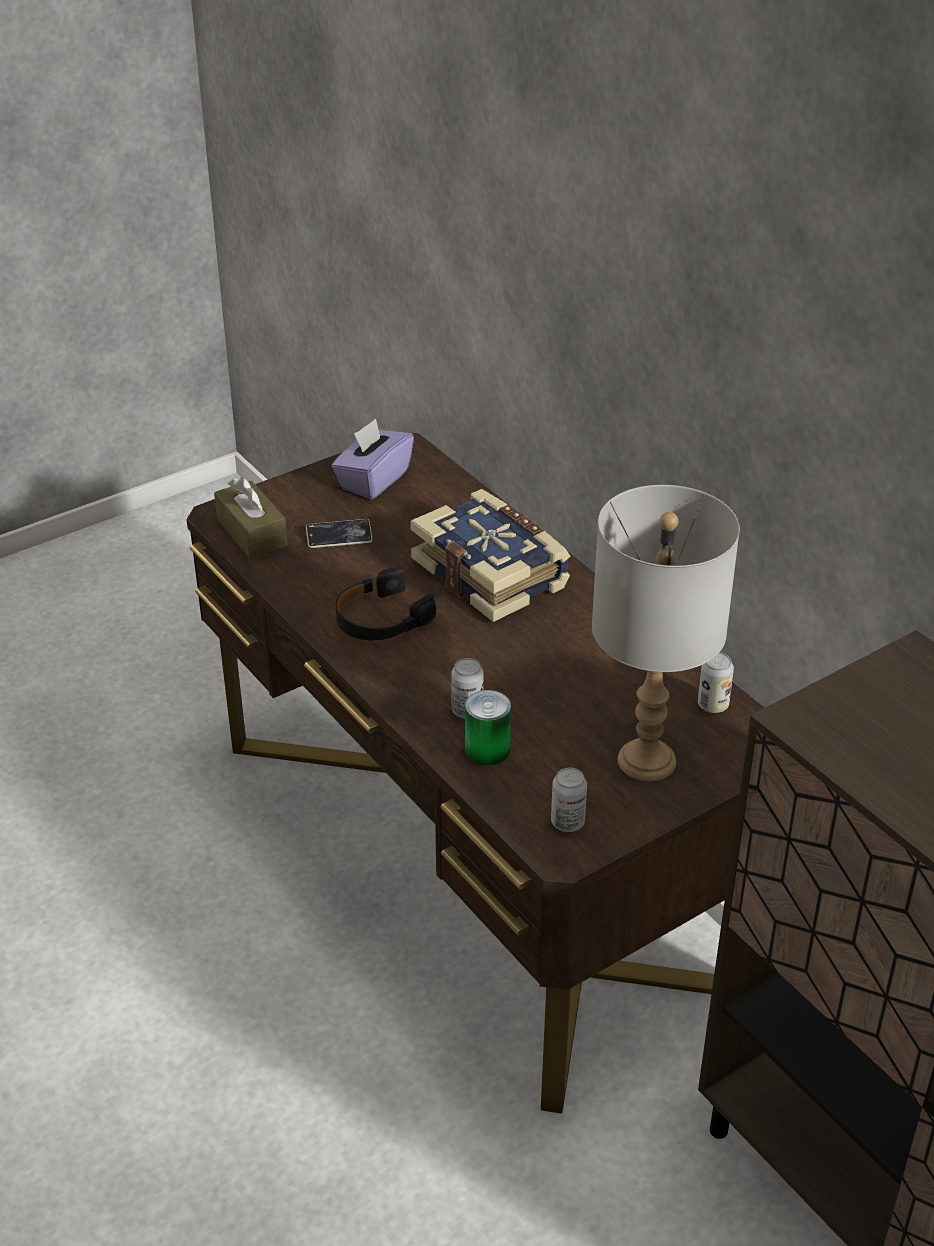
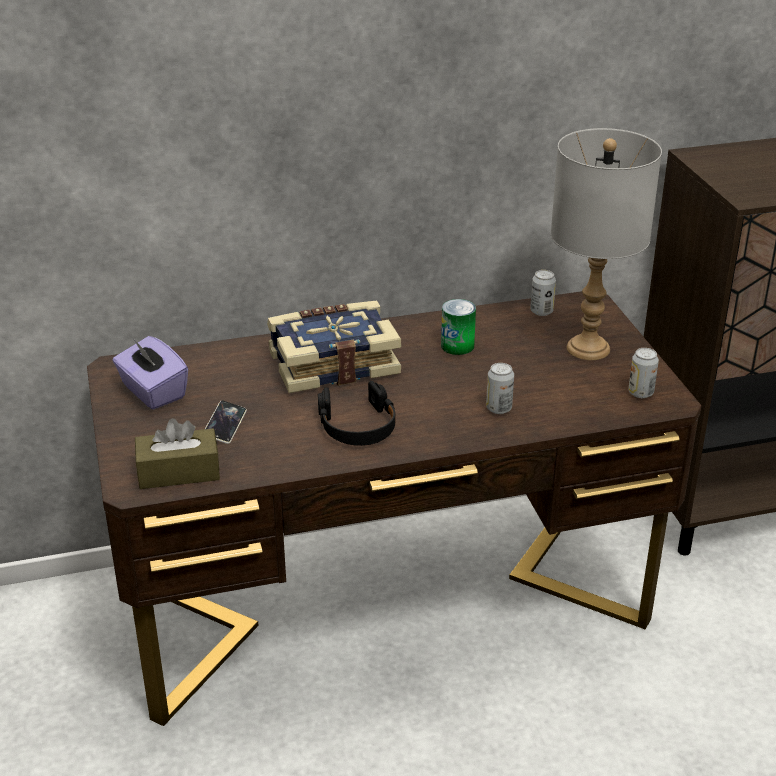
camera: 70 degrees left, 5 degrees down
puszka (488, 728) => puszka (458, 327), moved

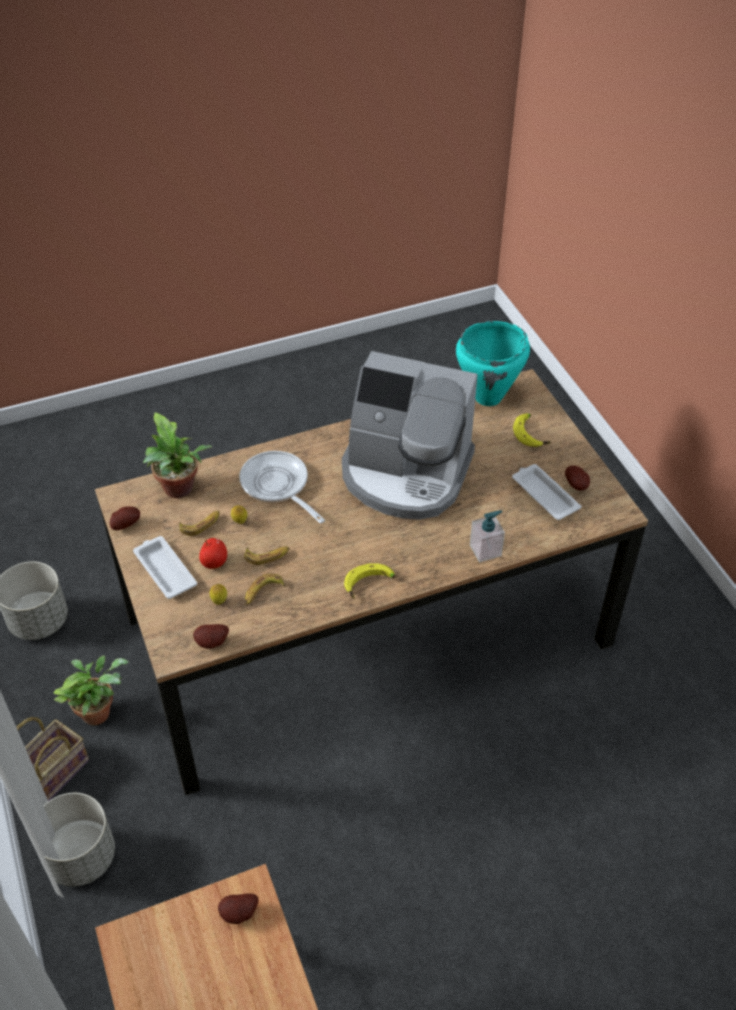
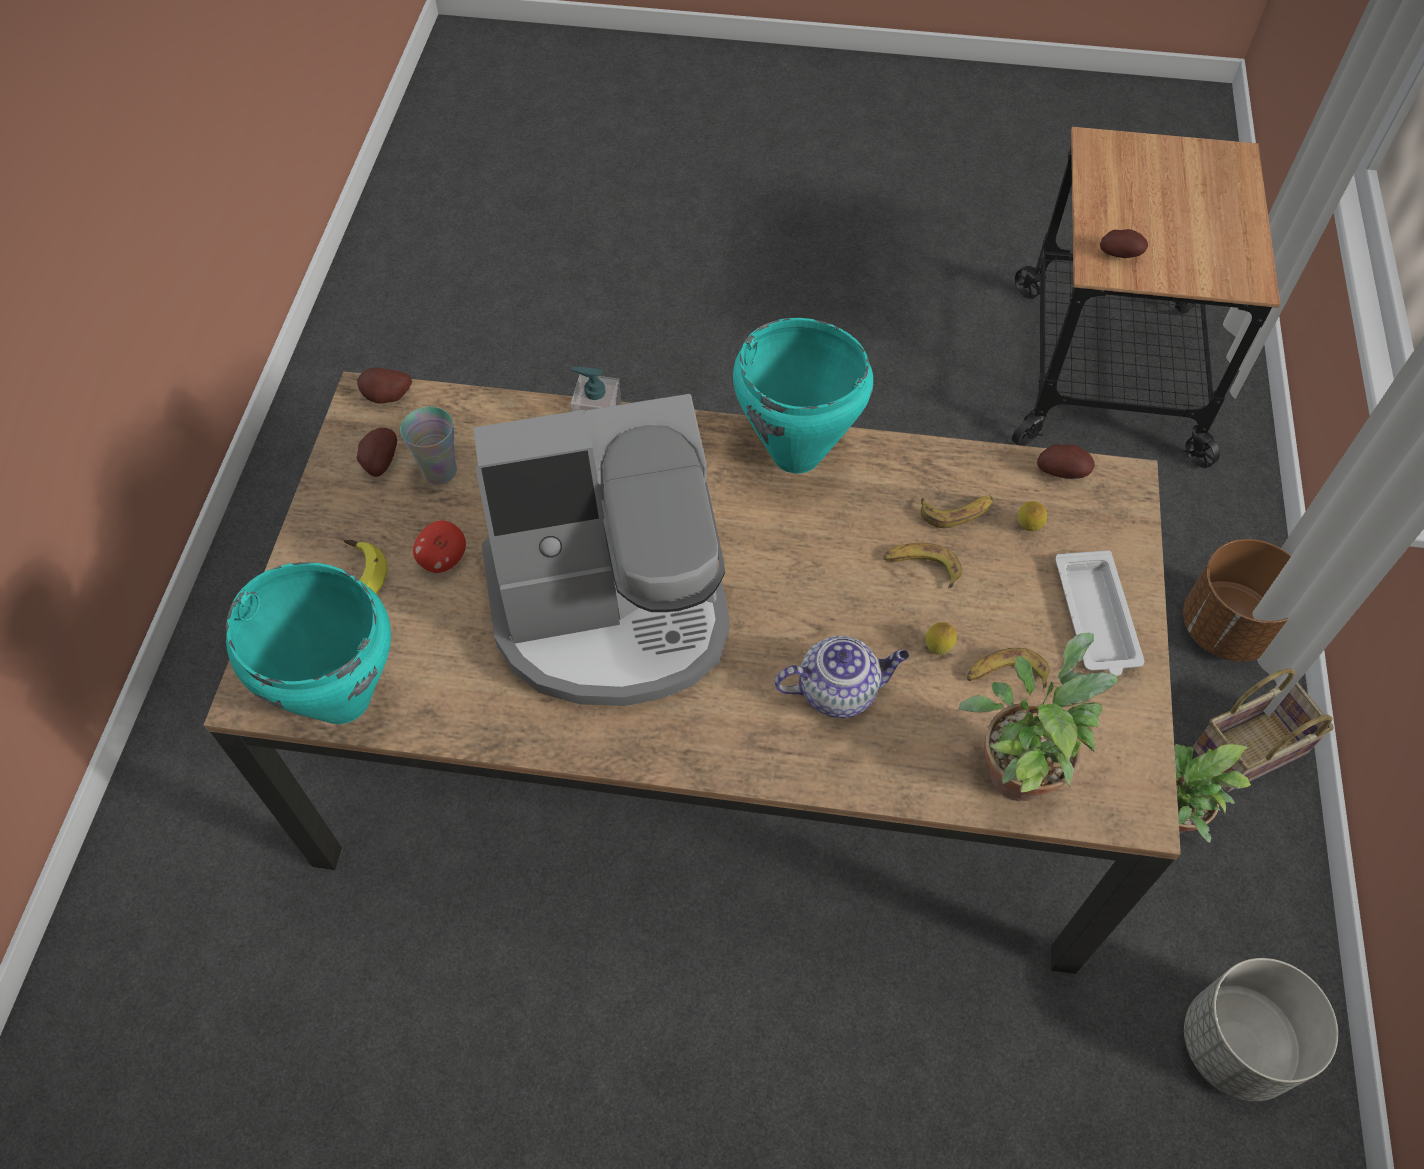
camera: 150 degrees left, 10 degrees up
ekspres do kawy (410, 435) => ekspres do kawy (601, 550), 120 degrees clockwise
patelnia (282, 487) => imbryk (841, 677)
taca/biały (546, 492) => filiżanka (428, 446)
ziemniak (125, 518) => ziemniak (384, 385), moved
jabłko (213, 553) => jabłko (439, 546), moved
banan (369, 581) => garnek/turkusowy (803, 396)
donica/szary (79, 840) => donica/brązowy (1237, 600)

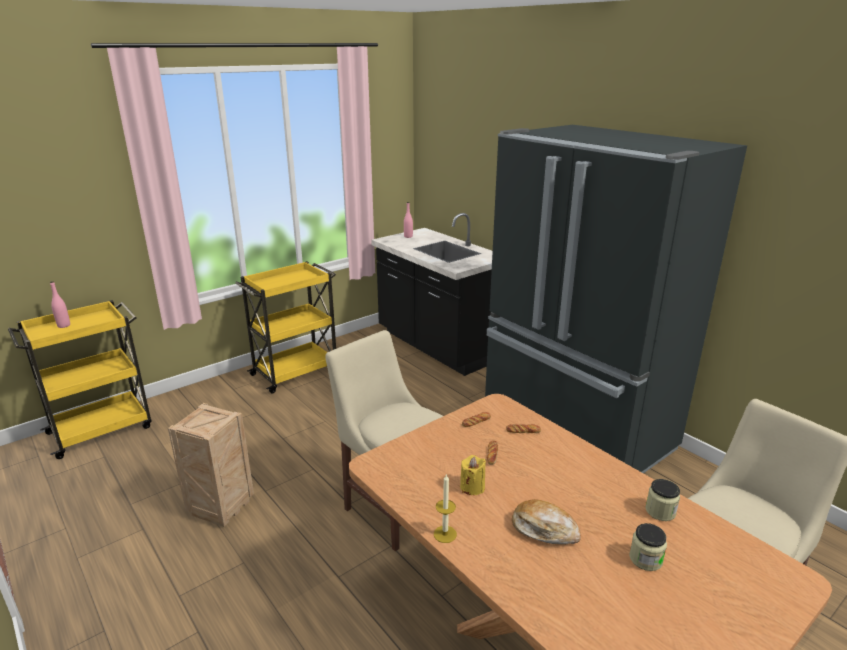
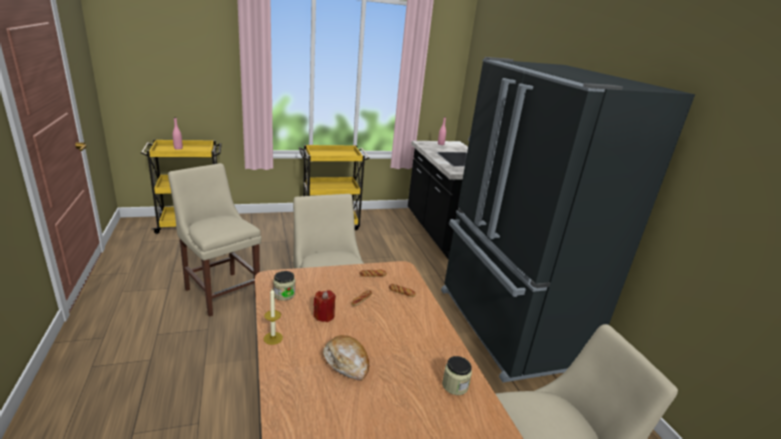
camera: 20 degrees right, 0 degrees up
skrzynka (211, 465) => krzesło/beżowy (215, 240)
świeca/żółty (473, 475) => świeca/czerwony (324, 306)
słoik (648, 547) => słoik (284, 286), moved

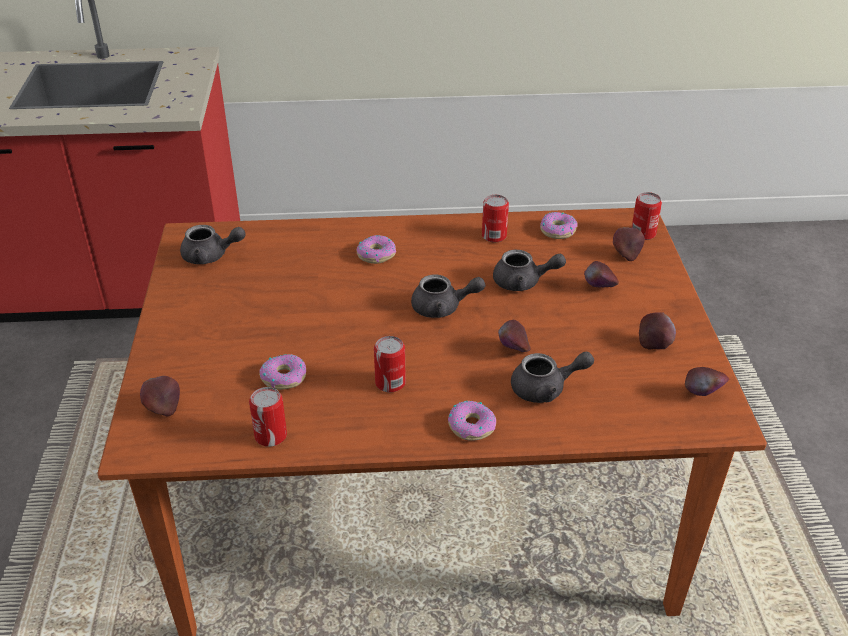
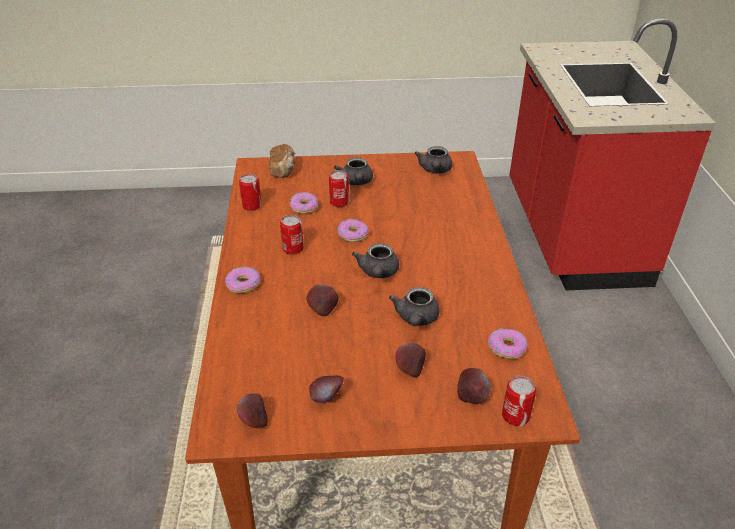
camera: 90 degrees right, 0 degrees up
puszka (495, 218) => puszka (339, 188), moved
donut (376, 249) => donut (353, 230), moved
imbryk/szary (552, 377) => imbryk/szary (353, 171), moved
jabłko (160, 396) => chleb (282, 161)

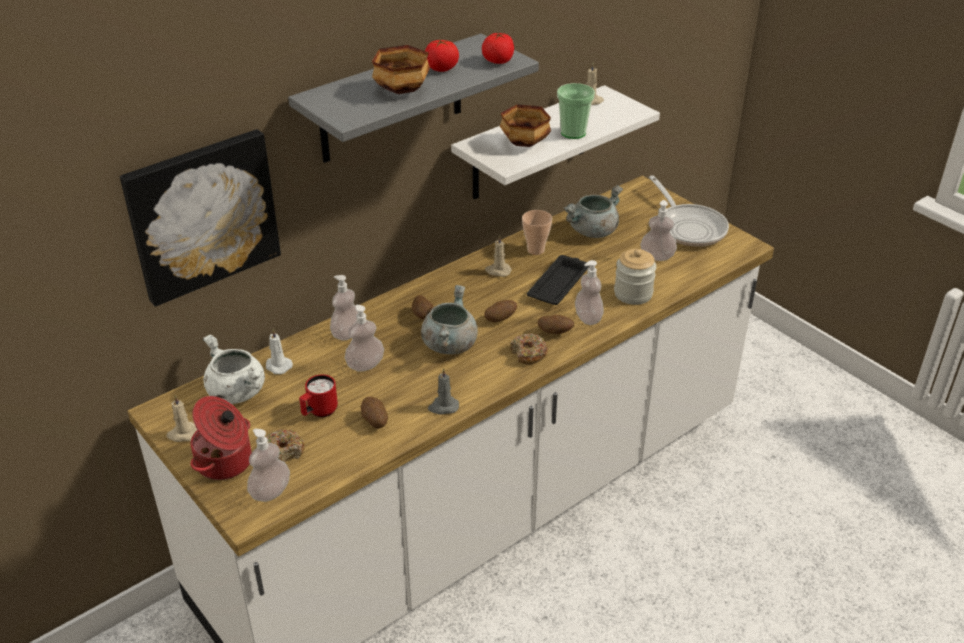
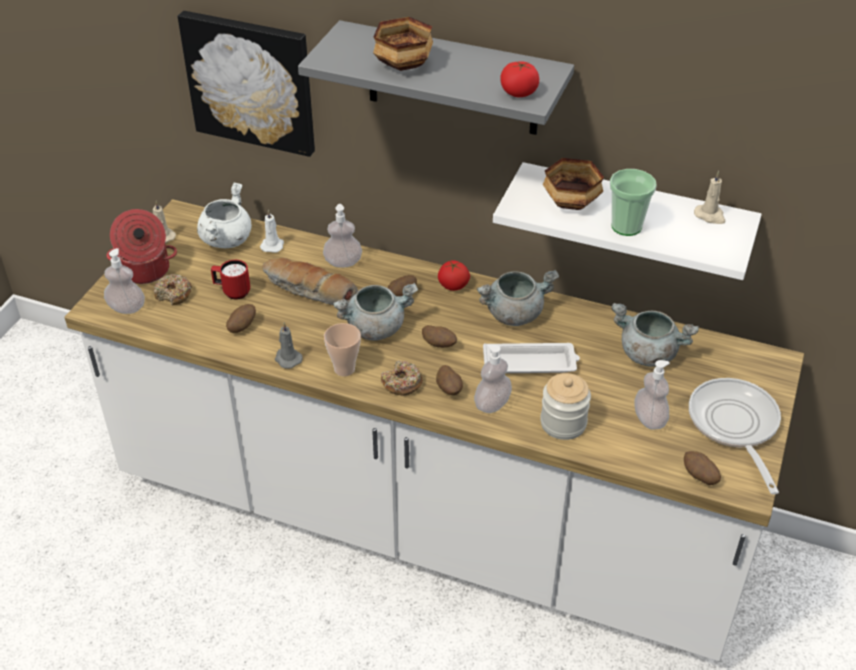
camera: 60 degrees right, 5 degrees up
pomidor (442, 55) => pomidor (454, 275), moved
patelnia (689, 211) => patelnia (735, 436), 135 degrees clockwise
filiżanka (537, 232) => filiżanka (342, 349), moved
świeca/beżowy (498, 256) => garnek/szary (518, 298)
taca/czarny (558, 280) => taca/biały (531, 358)
dozownik mydła (364, 338) => chleb (310, 282)
nothing => ziemniak (702, 468)

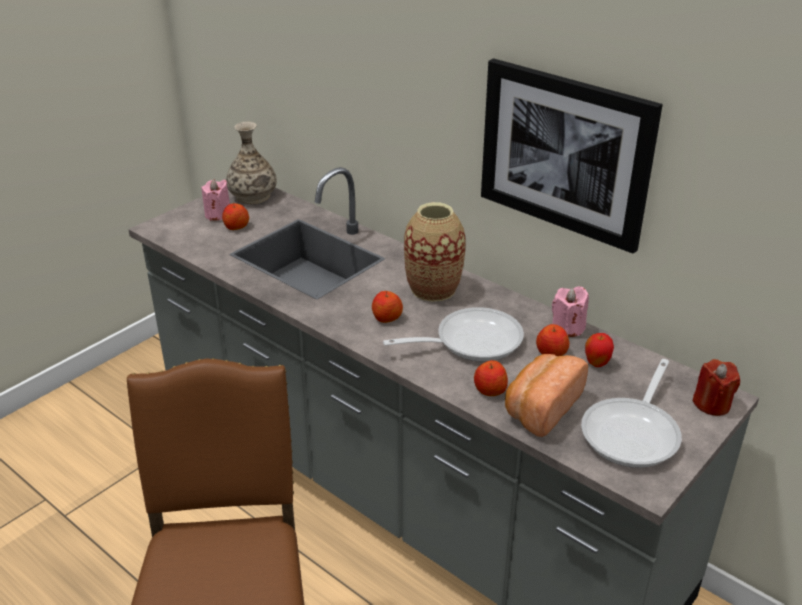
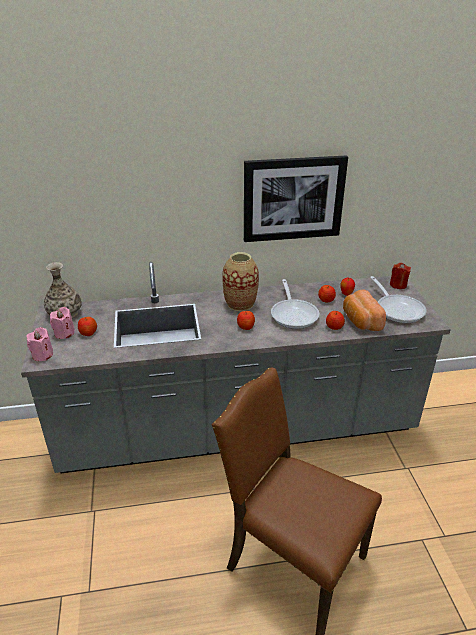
camera: 50 degrees left, 0 degrees up
świeca/różowy (570, 311) => świeca/różowy (39, 344), moved
patelnia (453, 334) => patelnia (295, 304), 150 degrees clockwise

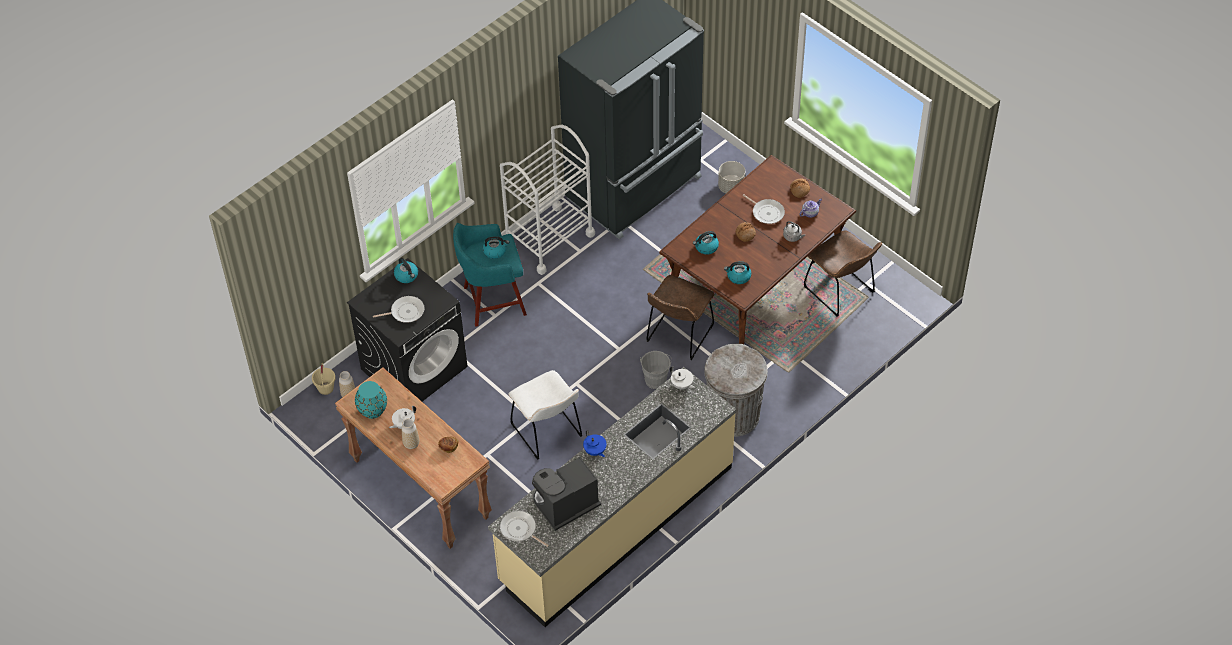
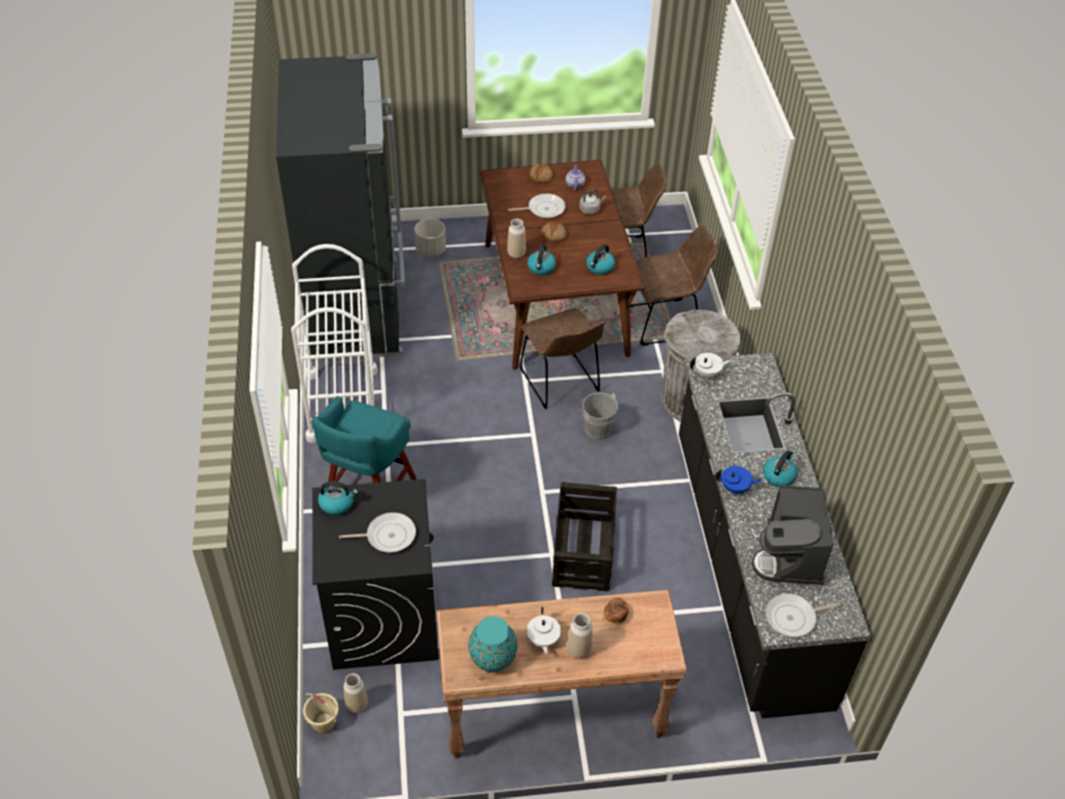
camera: 55 degrees left, 5 degrees down
czajnik (496, 247) => czajnik (780, 468), moved
patelnia (399, 309) => patelnia (377, 532), 60 degrees clockwise
zabudowa kuchenna/beżowy (612, 497) => zabudowa kuchenna/czarny (775, 536)
krzesło/biały (545, 415) => skrzynka (584, 537)
nothing => wazon (516, 239)
nothing => krzesło/brązowy (674, 285)

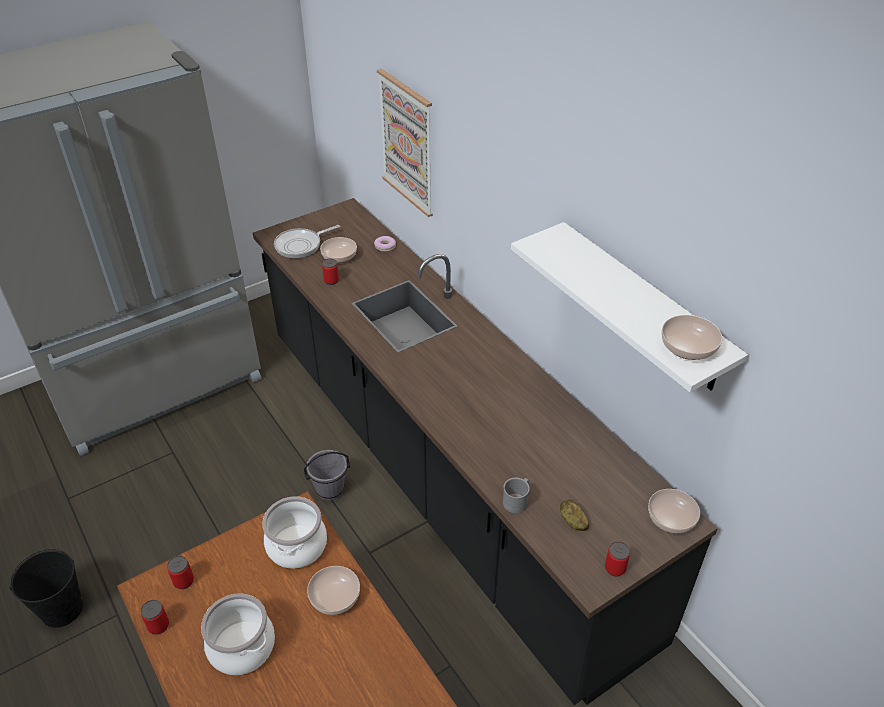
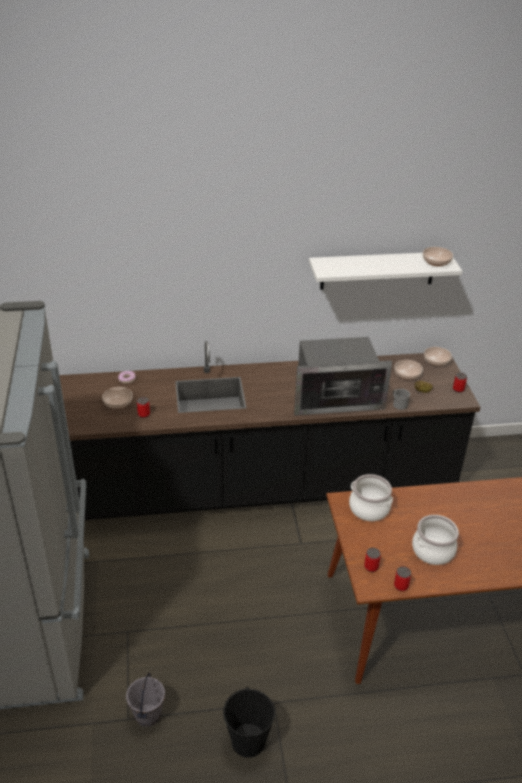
camera: 65 degrees left, 5 degrees down
obraz (405, 143) => nothing
patelnia (307, 241) => nothing
wiadro/szary (327, 475) => wiadro/szary (145, 700), moved
miska (333, 590) => miska (408, 370), moved
nothing => mikrofalówka (343, 376)

